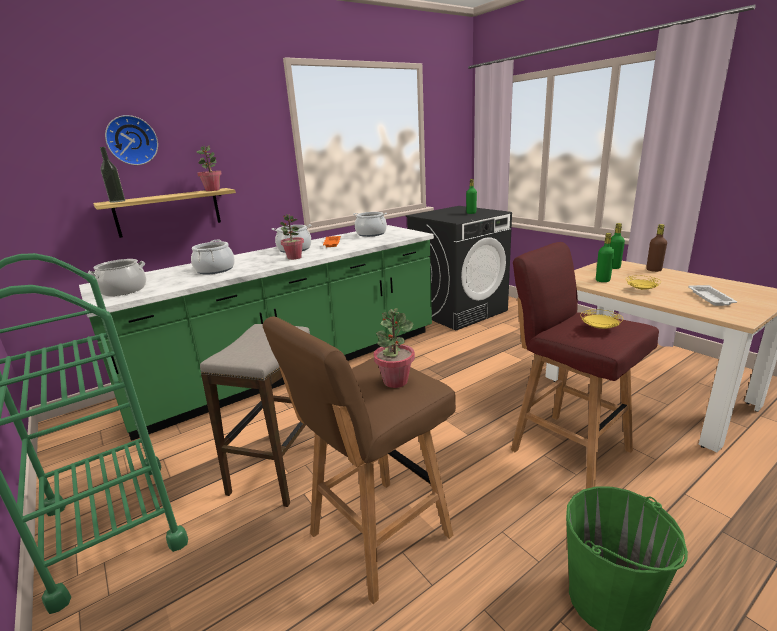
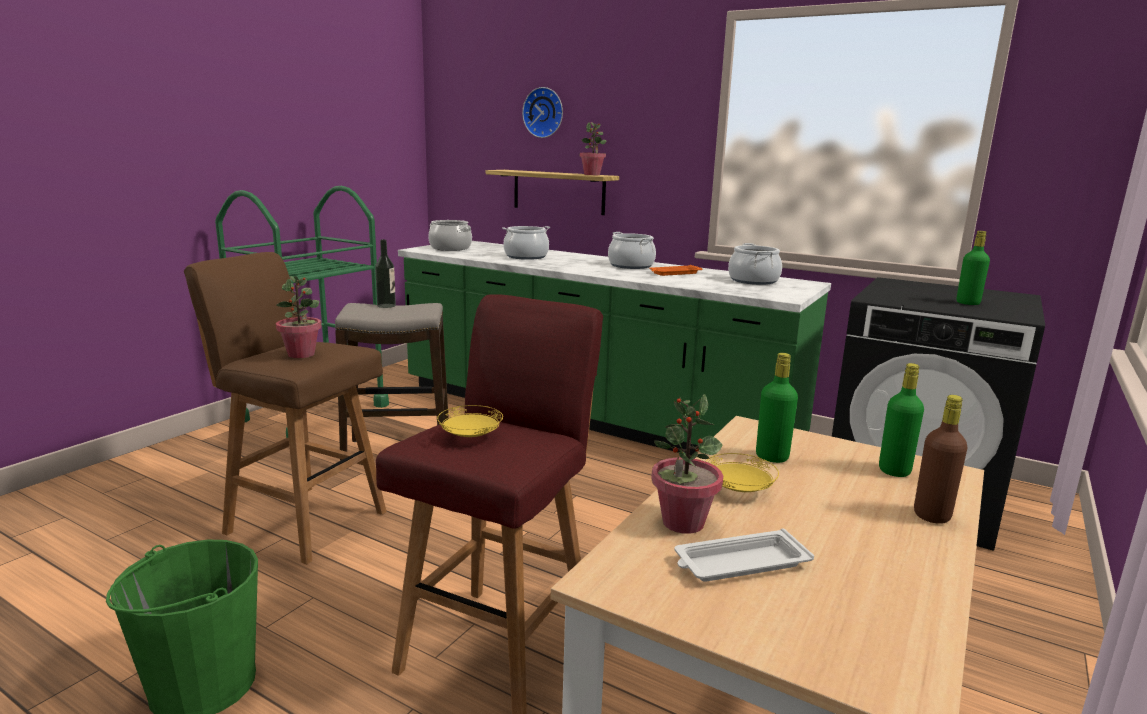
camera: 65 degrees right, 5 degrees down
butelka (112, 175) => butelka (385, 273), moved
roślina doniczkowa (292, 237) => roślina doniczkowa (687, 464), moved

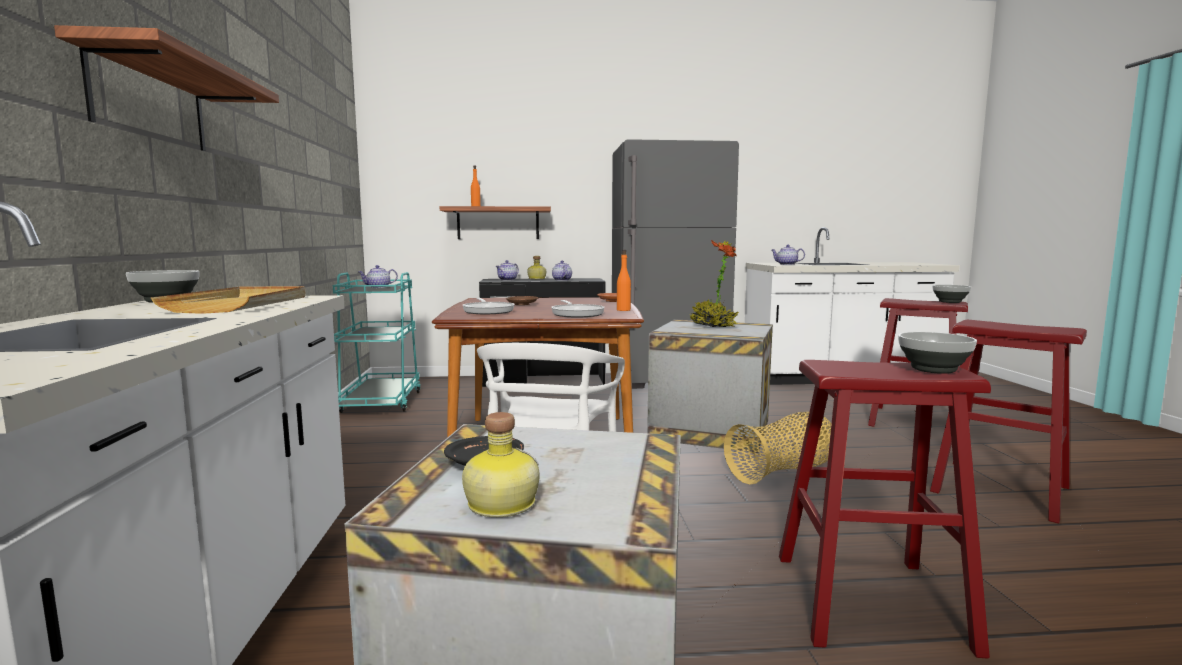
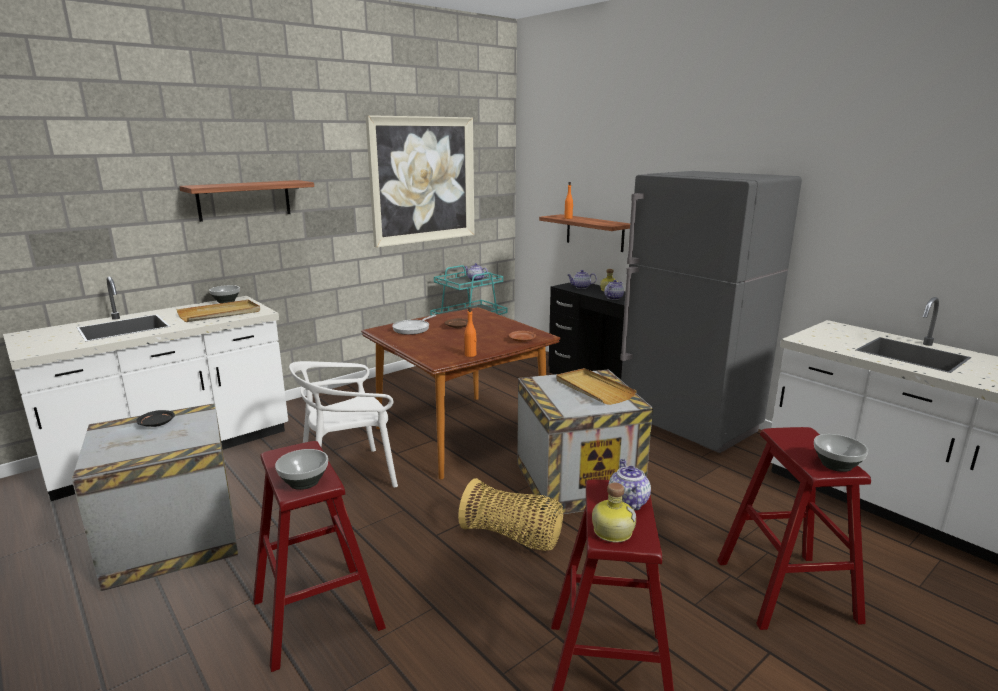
camera: 55 degrees right, 10 degrees up
roślina doniczkowa (714, 283) => taca/beżowy (596, 386)
imbryk (788, 255) => imbryk (629, 484), moved
patelnia (578, 308) => nothing
butelka (500, 464) => butelka (614, 513), moved
nothing => obraz (420, 181)

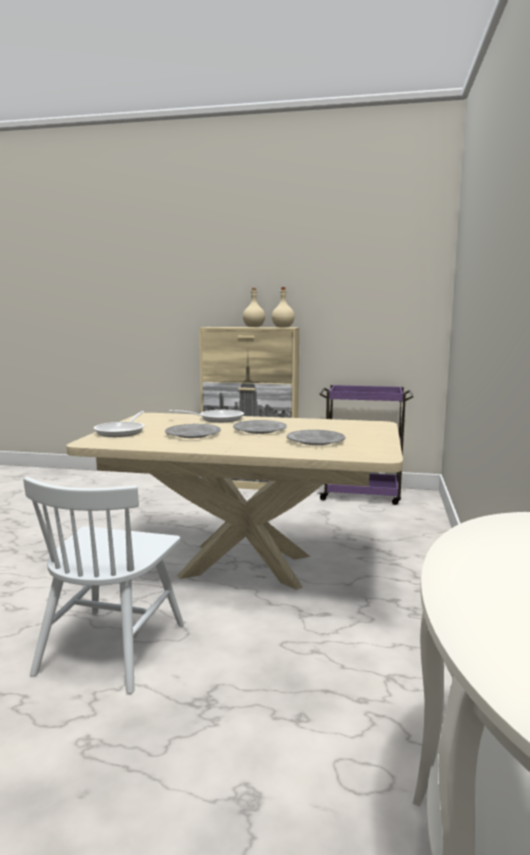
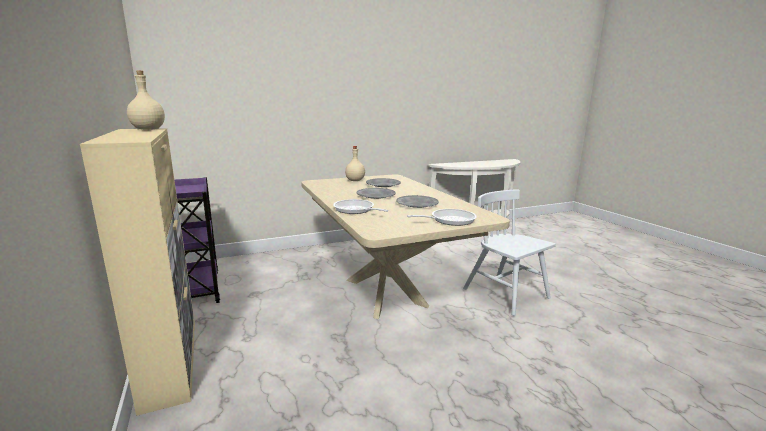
camera: 125 degrees left, 5 degrees up
butelka/beżowy (254, 307) => butelka/beżowy (355, 163), moved
krzesło/biały (103, 585) => krzesło/biały (509, 252), 105 degrees counterclockwise

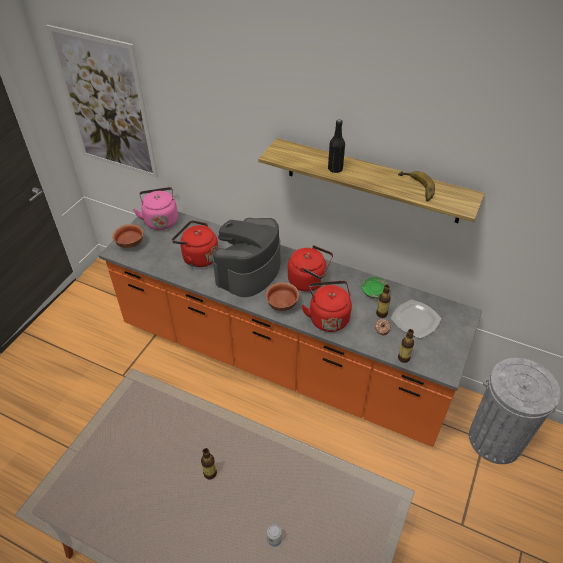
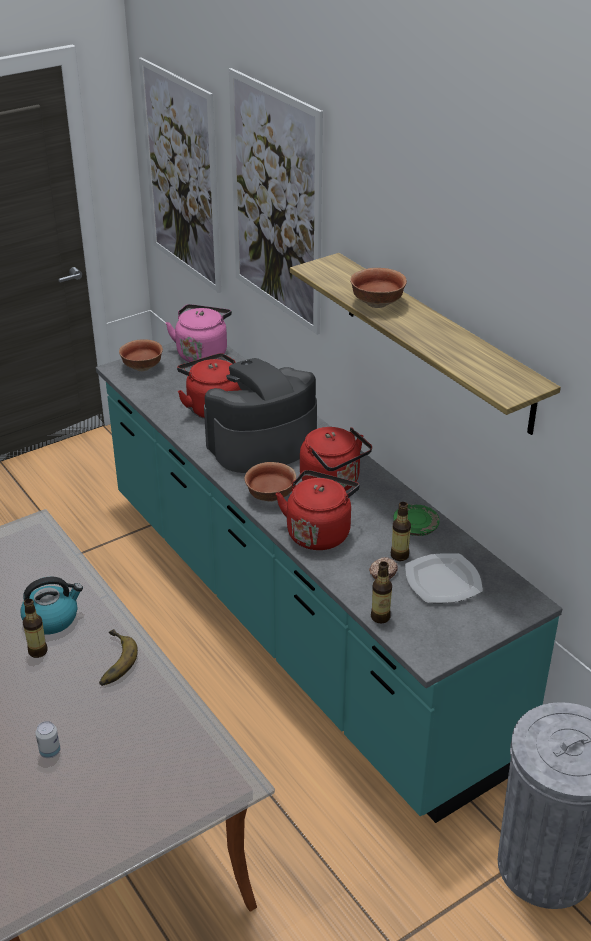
camera: 30 degrees right, 10 degrees down
butelka/czarny (336, 146) => miska (378, 288)
banan (416, 186) => banan (118, 657), moved
zabudowa kuchenna/pomarańczowy (290, 329) => zabudowa kuchenna/turkusowy (329, 582)
nothing => obraz (276, 201)
nothing => czajnik (51, 605)

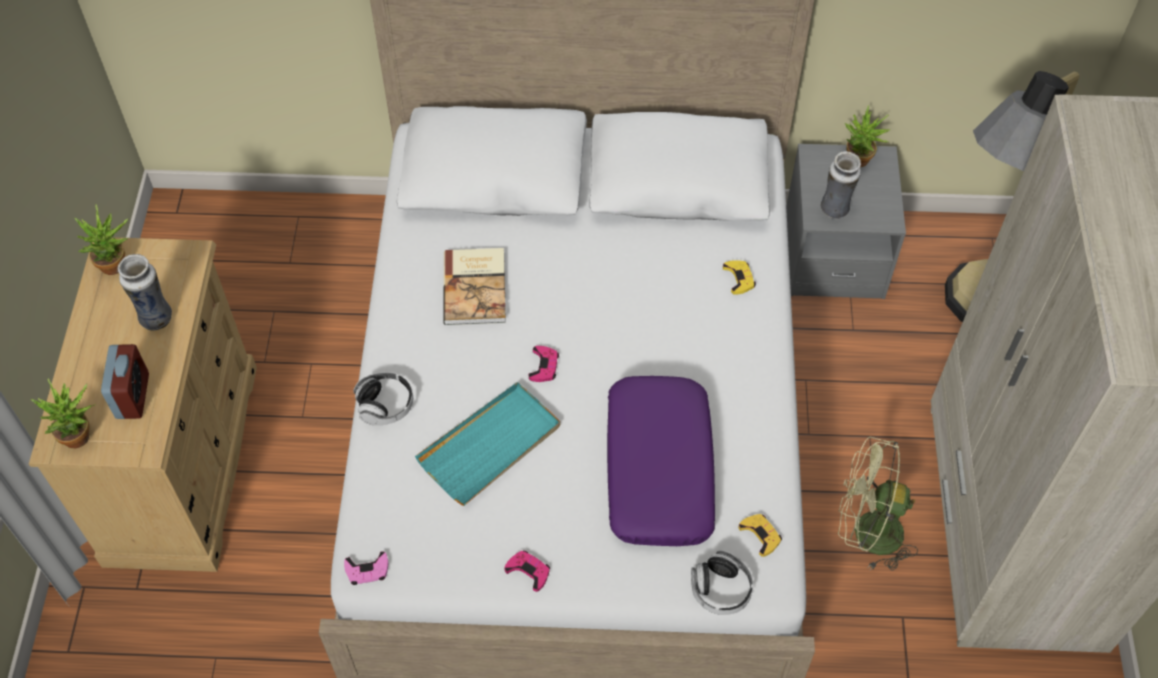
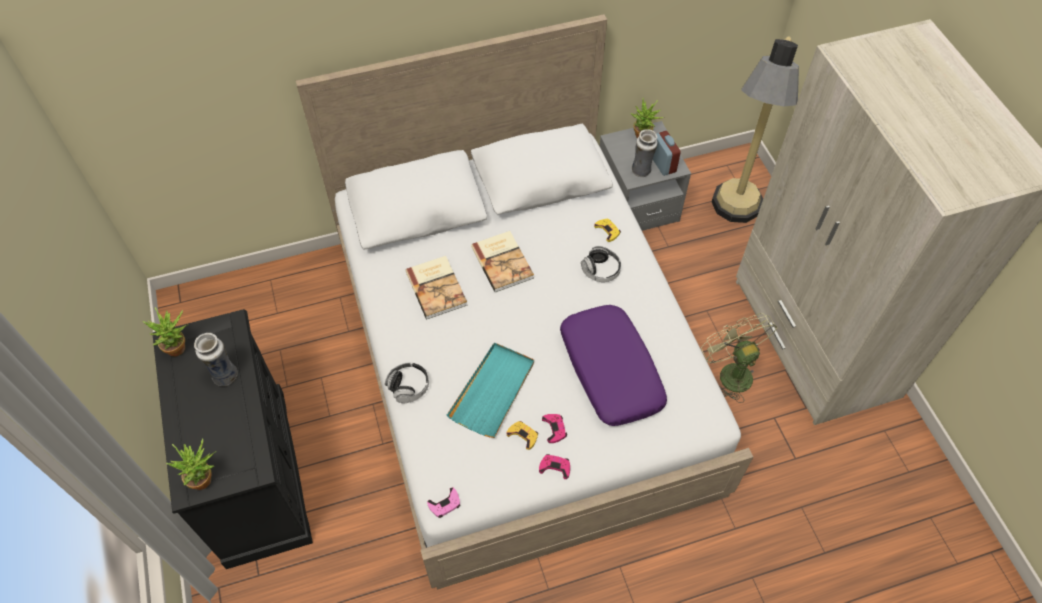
camera: 20 degrees left, 0 degrees up
komoda/beżowy (143, 404) => komoda/czarny (233, 439)
budzik (125, 381) => budzik (667, 153), moved
pad do gier/różowy (544, 364) => pad do gier/różowy (554, 428), moved
wentylator/zielony (878, 504) => wentylator/zielony (739, 358), 75 degrees clockwise
pad do gier/żółty (760, 535) => pad do gier/żółty (522, 435), moved
słuchawki (722, 582) => słuchawki (601, 264), moved
nothing => książka (502, 261)

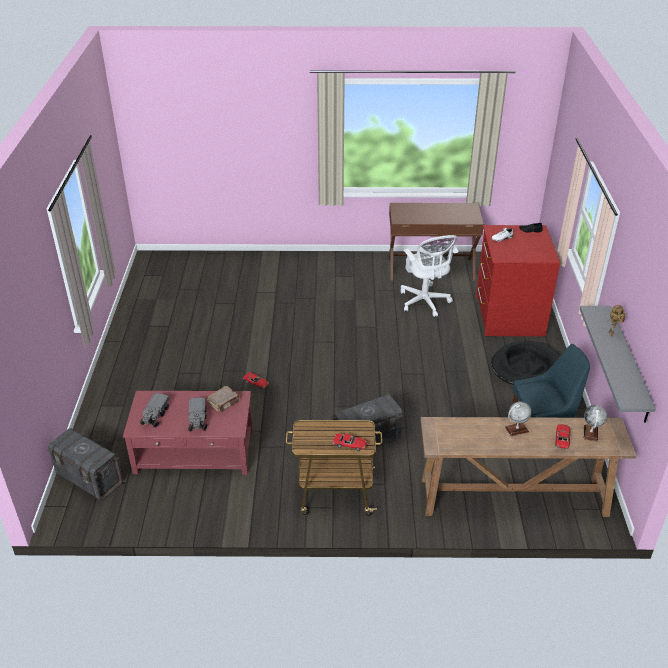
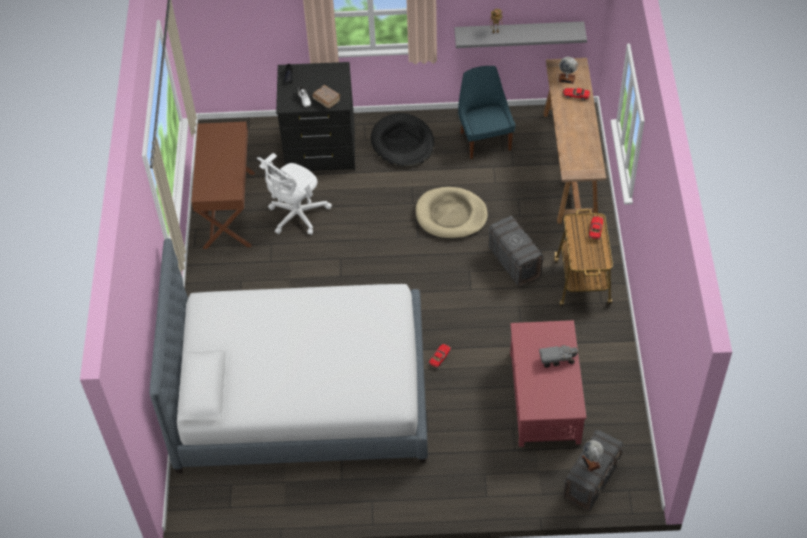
camera: 90 degrees left, 15 degrees up
komoda/czerwony (518, 280) => komoda/czarny (315, 116)
krzesło biurowe/biały (429, 276) => krzesło biurowe/biały (294, 194), 150 degrees clockwise
książka/brązowy (223, 399) => książka/brązowy (326, 96), moved
ciężarówka zabawkowa (154, 410) => nothing
globus (518, 418) => globus (592, 456), moved
nothing => legowisko/beżowy (451, 213)
nothing => łóżko (288, 355)

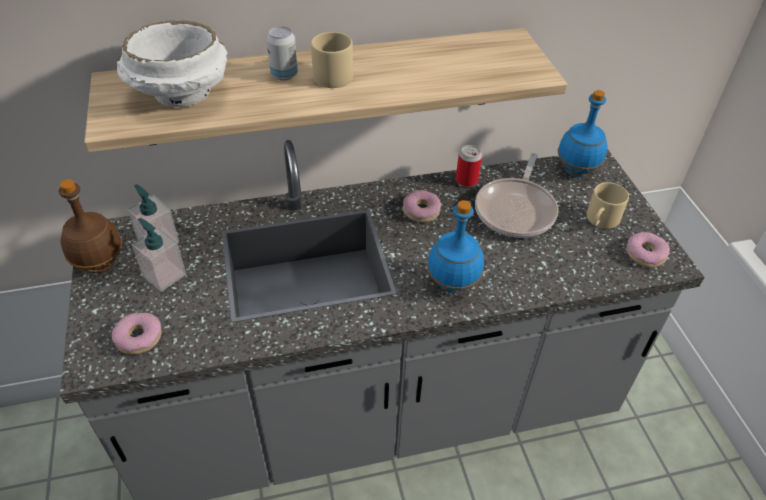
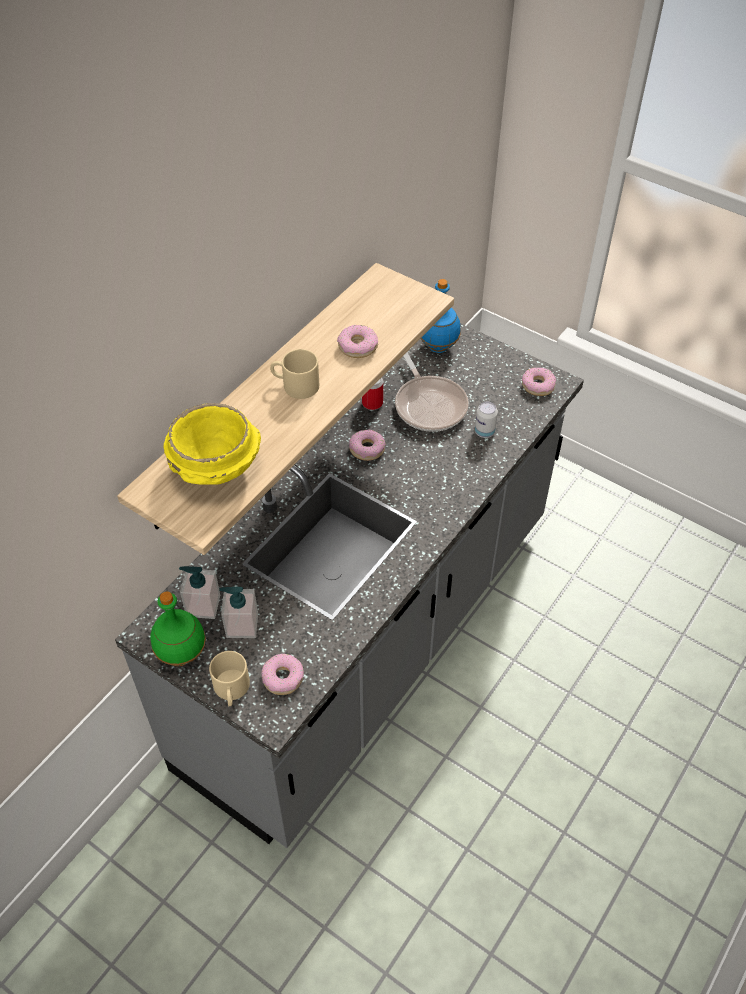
camera: 40 degrees left, 5 degrees up
miska/biały (172, 64) => miska/żółty (212, 444)
puszka (282, 53) => puszka (486, 420), moved
butelka/brązowy (90, 227) => butelka/zielony (178, 628)
kubek/beżowy (608, 205) => kubek/beżowy (229, 678), moved
butelka/niebieski (455, 247) => nothing
nothing => donut (357, 341)

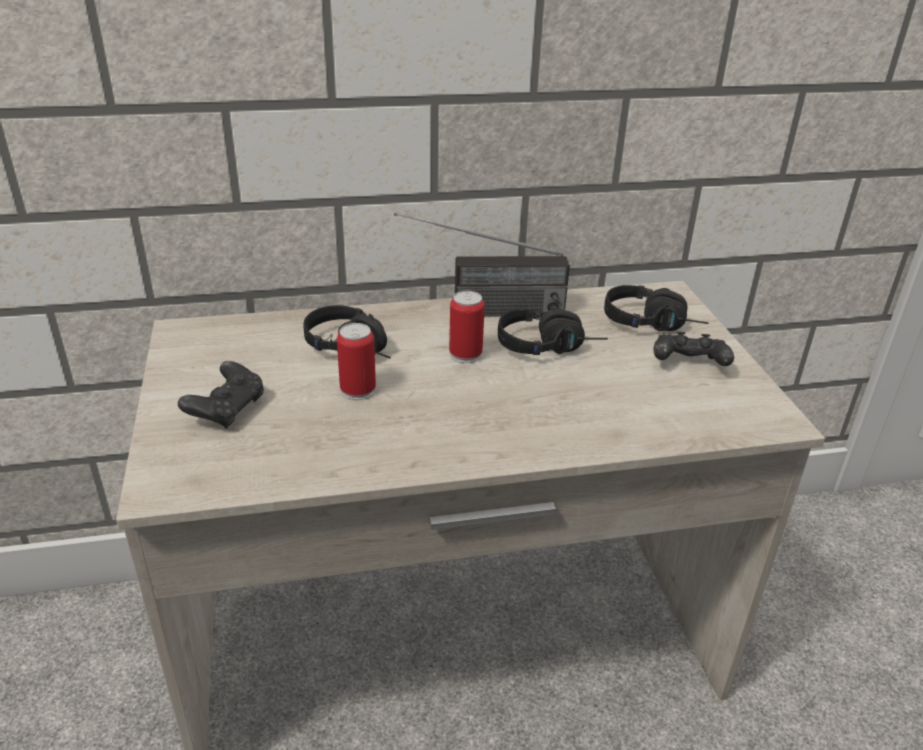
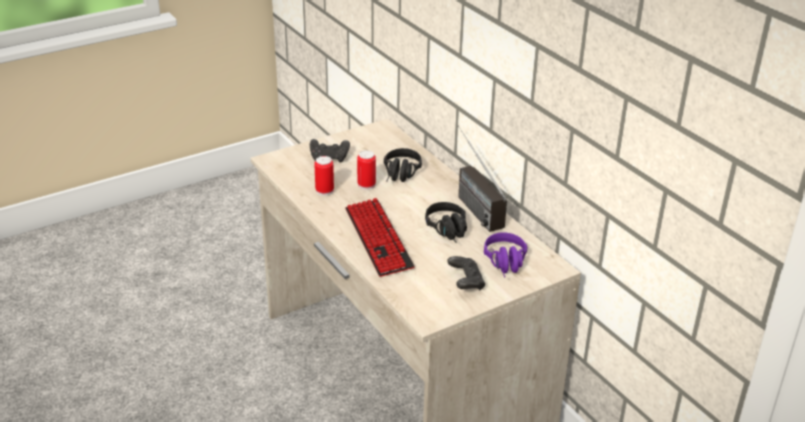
camera: 70 degrees right, 0 degrees up
słuchawki/czarny (656, 308) => słuchawki/fioletowy (506, 254)
puszka (467, 327) => puszka (324, 176), moved
nothing => klawiatura (380, 237)

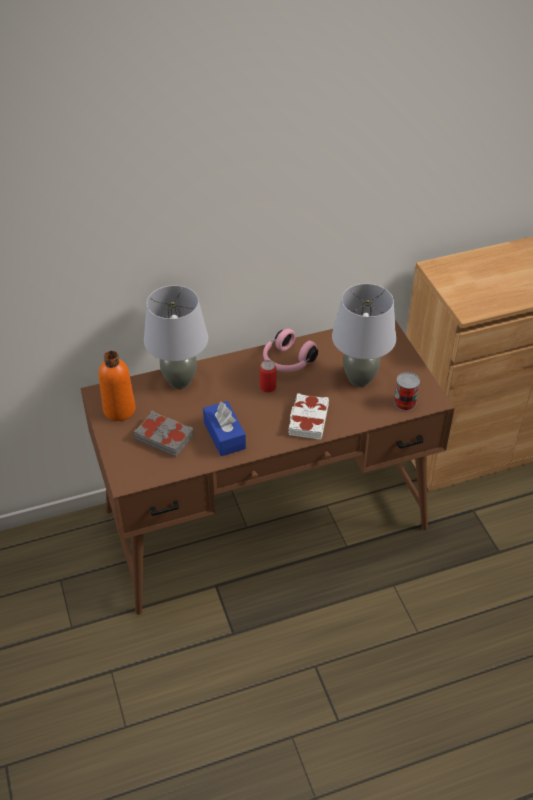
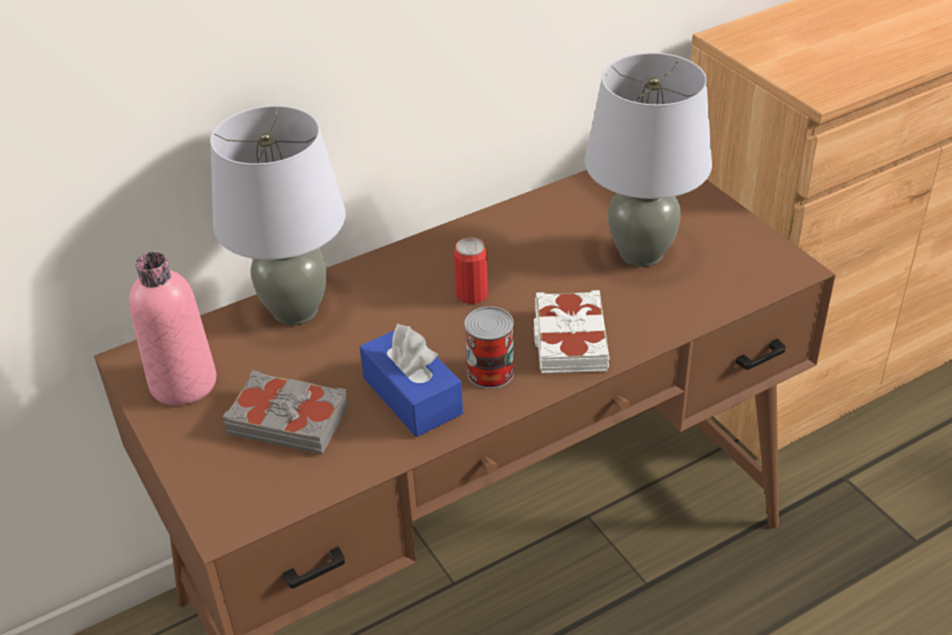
camera: 10 degrees left, 5 degrees down
słuchawki/różowy (290, 350) => nothing
butelka/pomarańczowy (117, 386) => butelka/różowy (172, 329)
puszka (407, 391) => puszka (489, 348), moved

